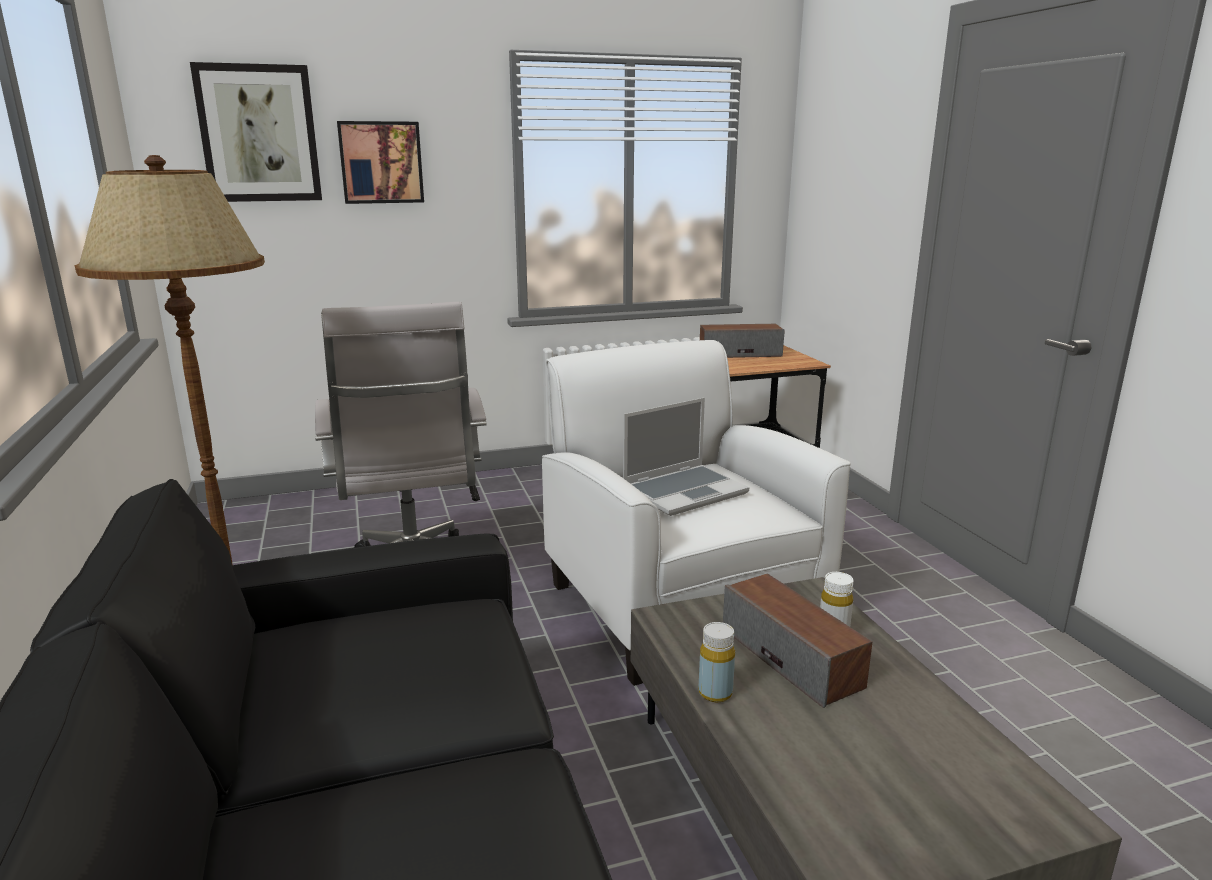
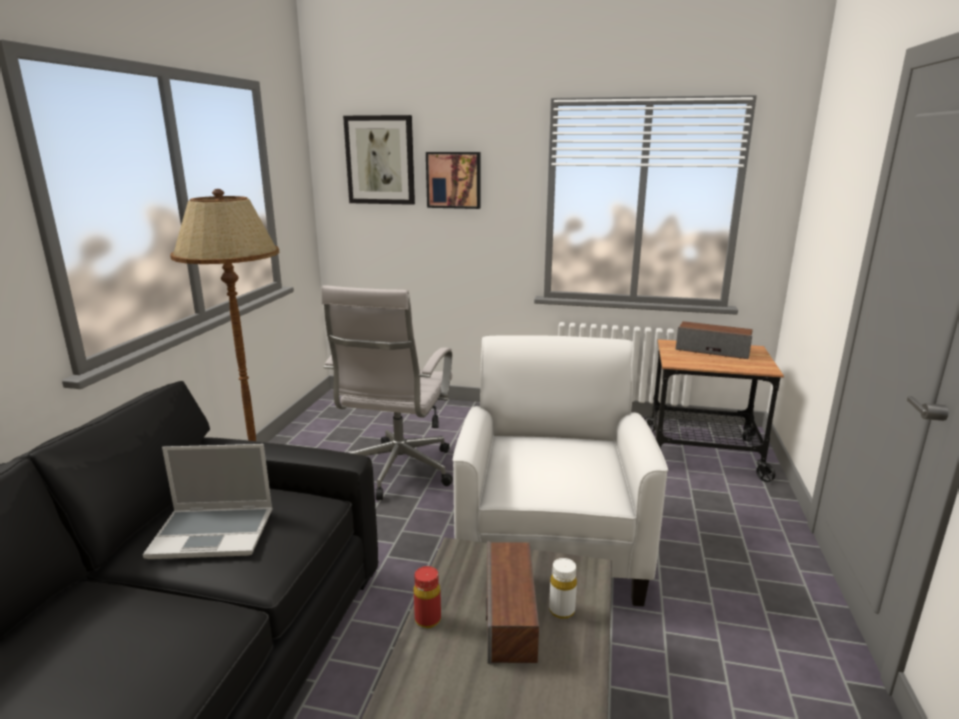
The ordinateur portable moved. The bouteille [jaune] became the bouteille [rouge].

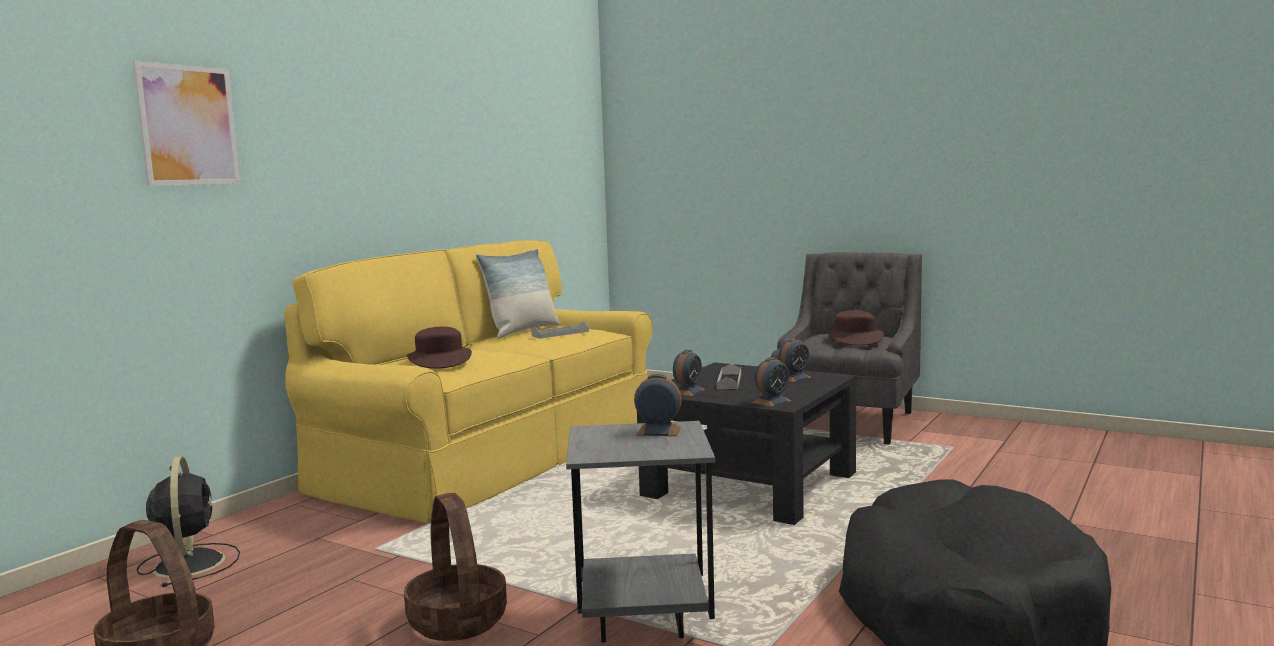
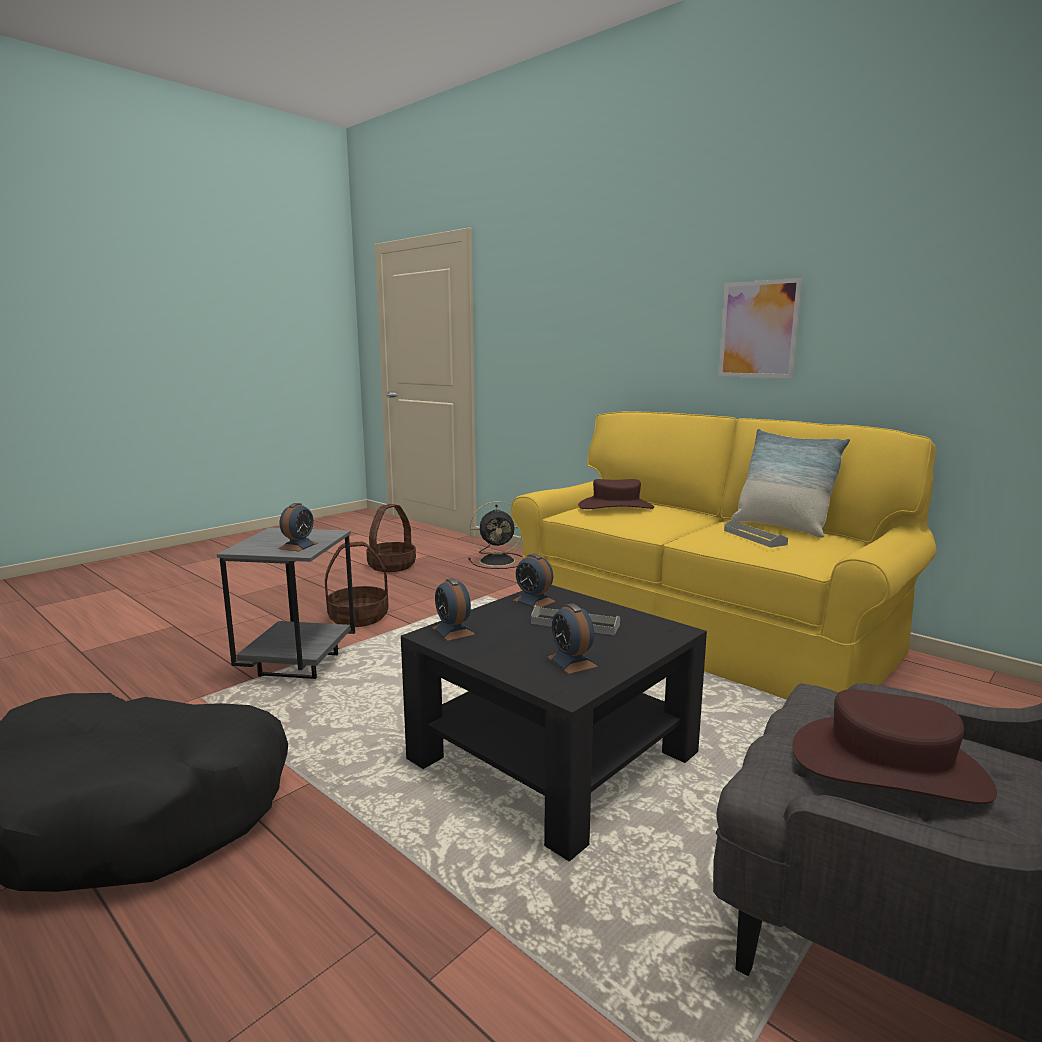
The tableau moved.

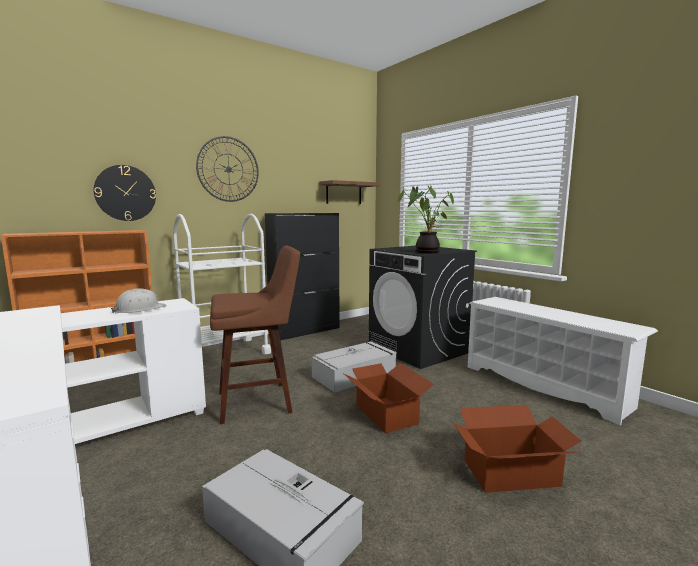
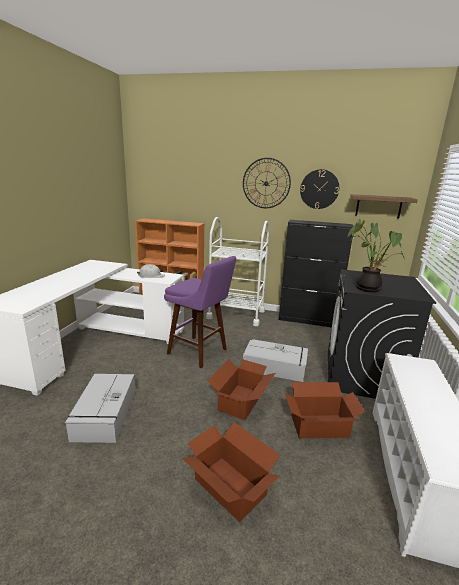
The horloge murale (1st from left in the first image) moved. The tabouret [marron] became the tabouret [violet]. The carton (3rd from left) appeared.

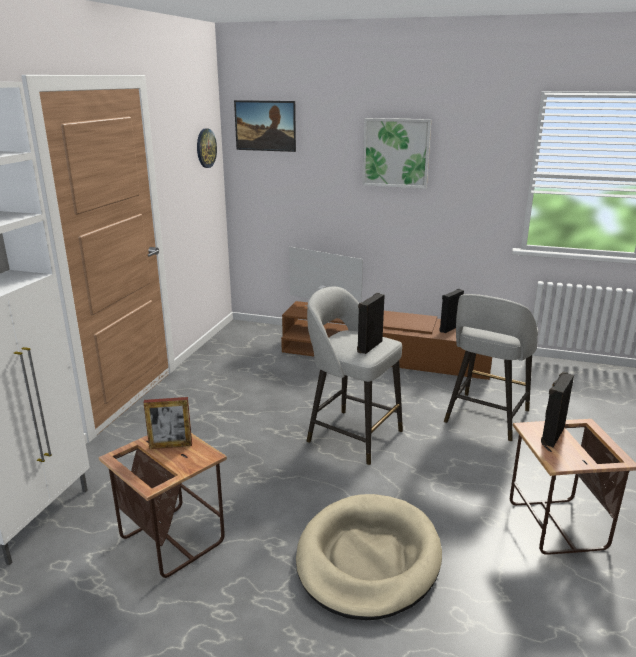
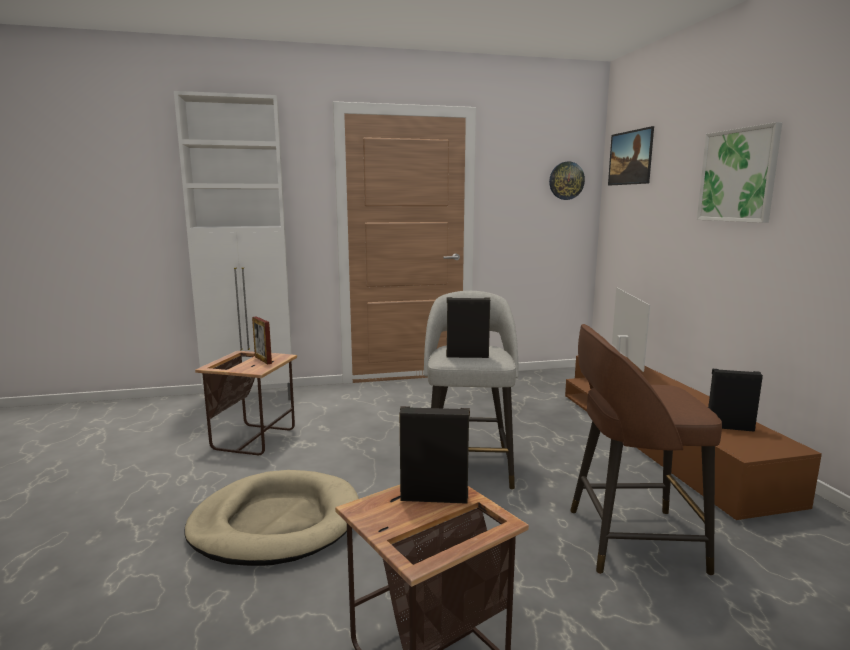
The tabouret [gris] (2nd from left) became the tabouret [marron].

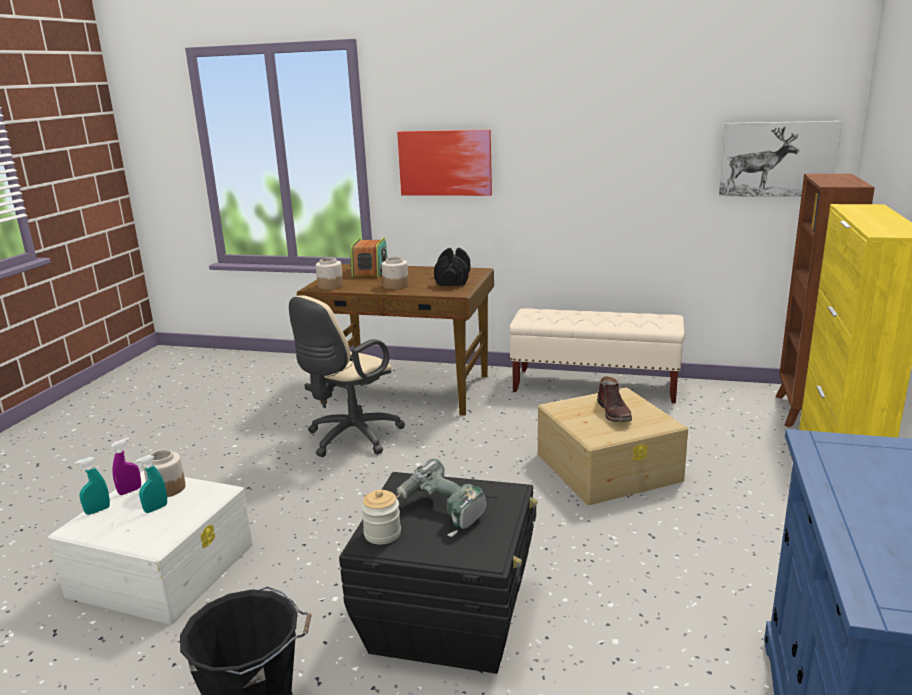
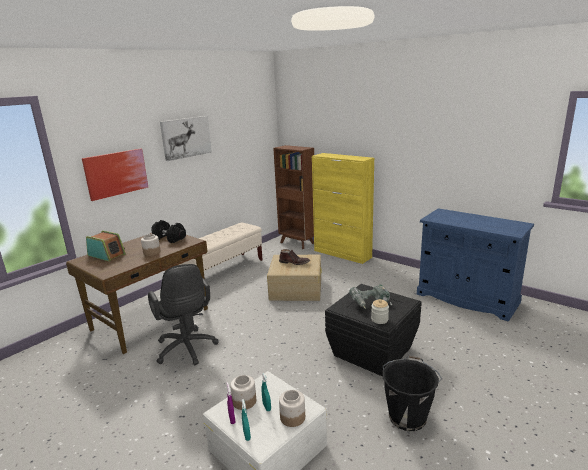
The tableau (2nd from left) moved. The bocal (2nd from left in the first image) moved. The chaise de bureau [beige] became the chaise de bureau [noir].

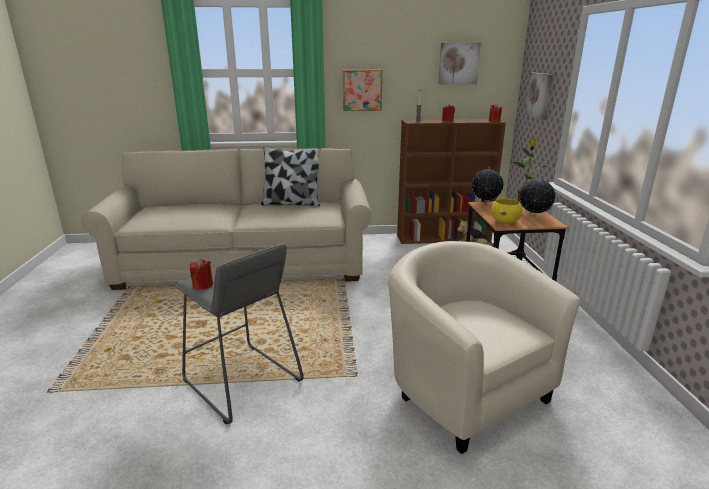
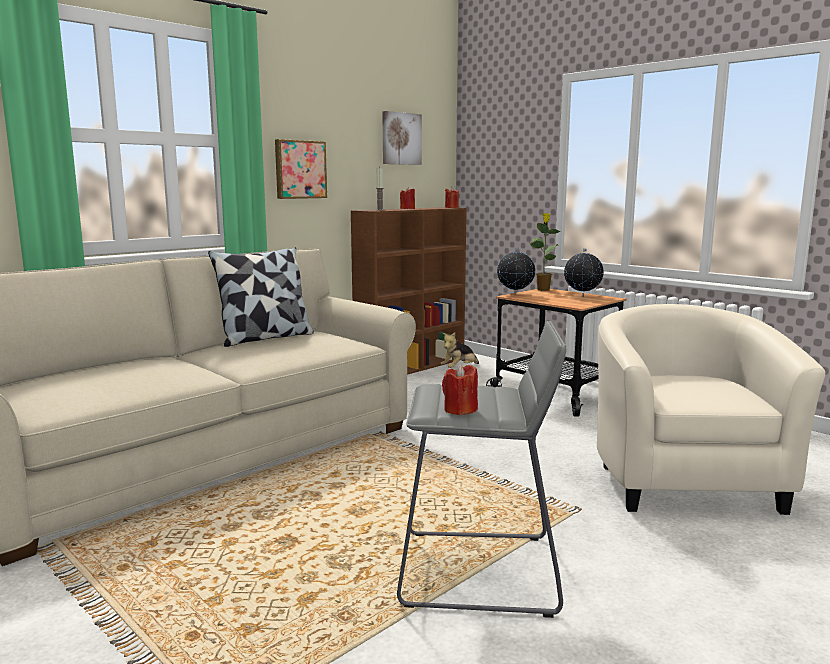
The tableau (3rd from left) disappeared. The bol [jaune] disappeared. The fauteuil [beige] turned 75 degrees clockwise.

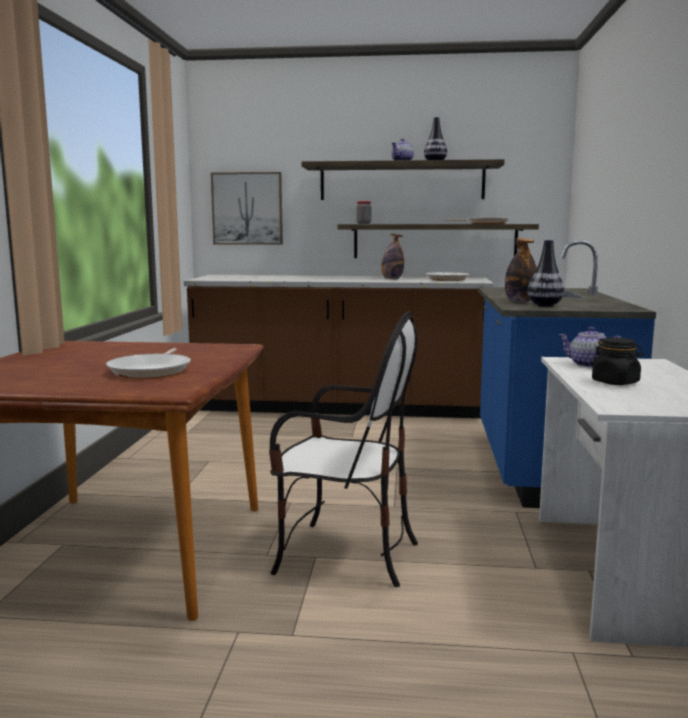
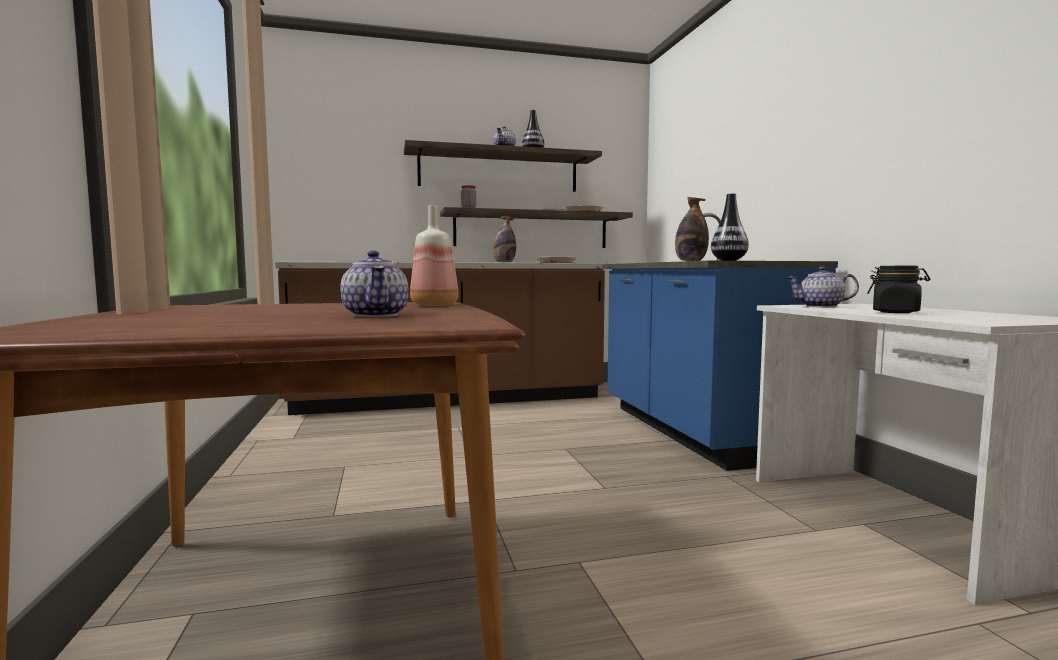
The tableau disappeared. The chaise disappeared. The poêle (1st from left) was replaced by the théière (1st from left). The bouteille (1st from left) appeared.

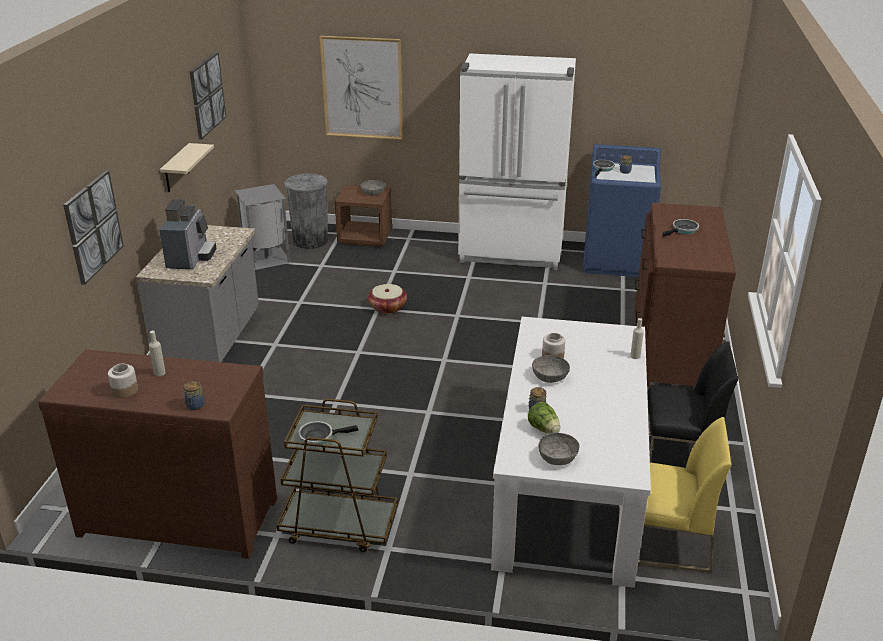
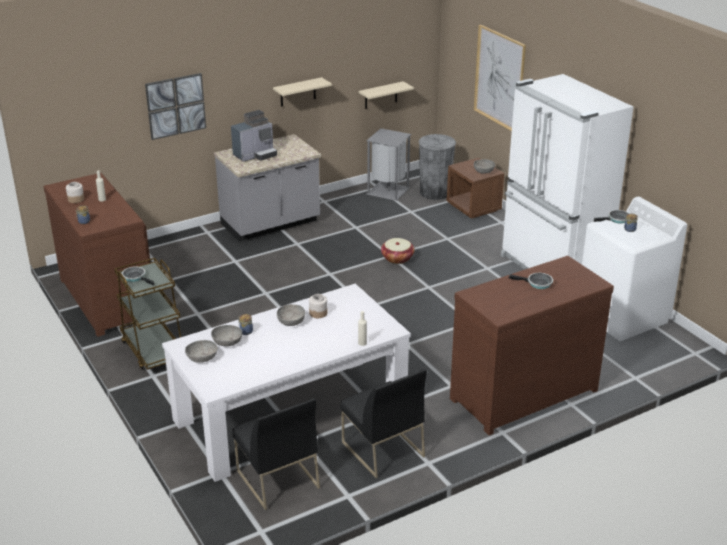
The tableau (2nd from left) disappeared. The lave-linge [bleu] became the lave-linge [blanc]. The laitue was replaced by the bol [gris] (2nd from left). The chaise [jaune] became the chaise [noir] (1st from left). The étagère [beige] (2nd from left) appeared.

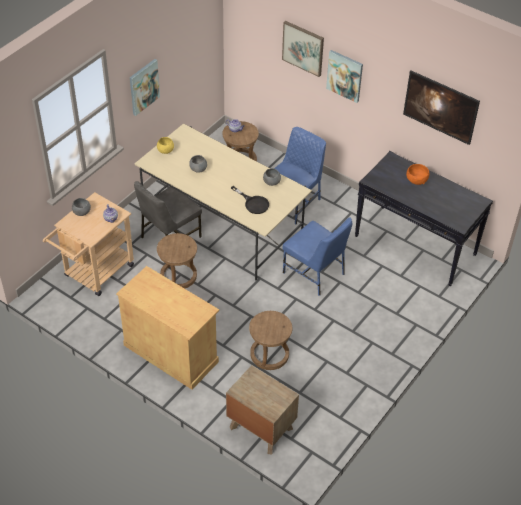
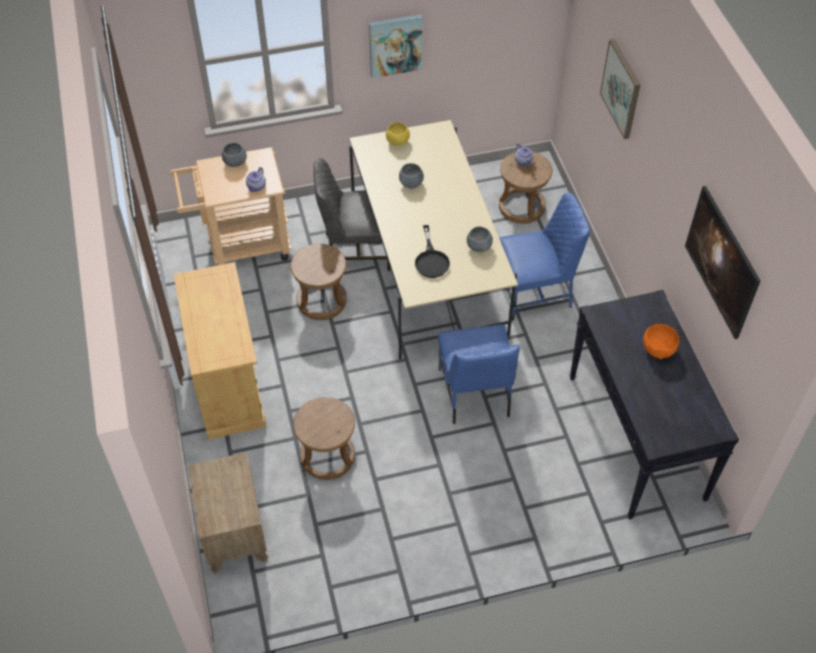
The tableau (3rd from left) disappeared.

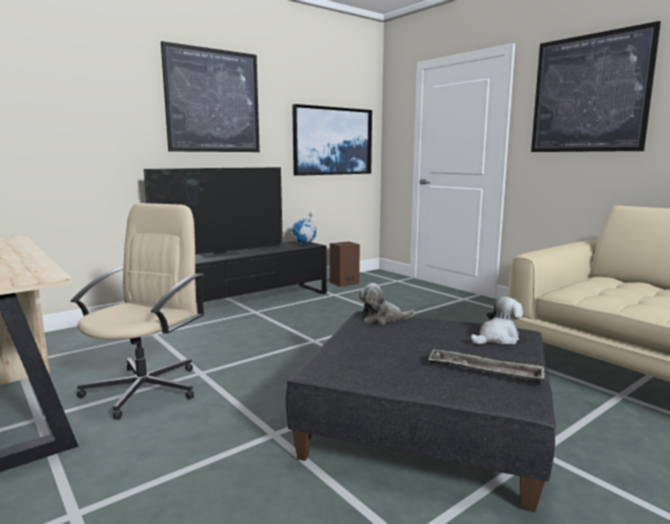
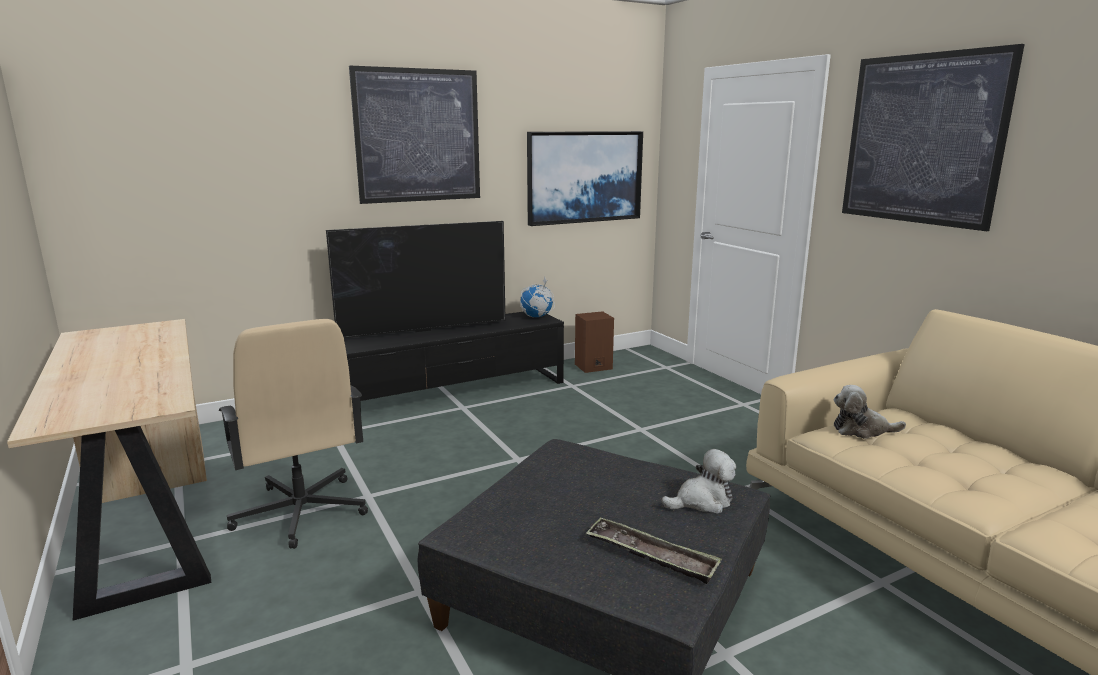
The chaise de bureau [beige] turned 120 degrees clockwise. The peluche (1st from left in the first image) moved.

